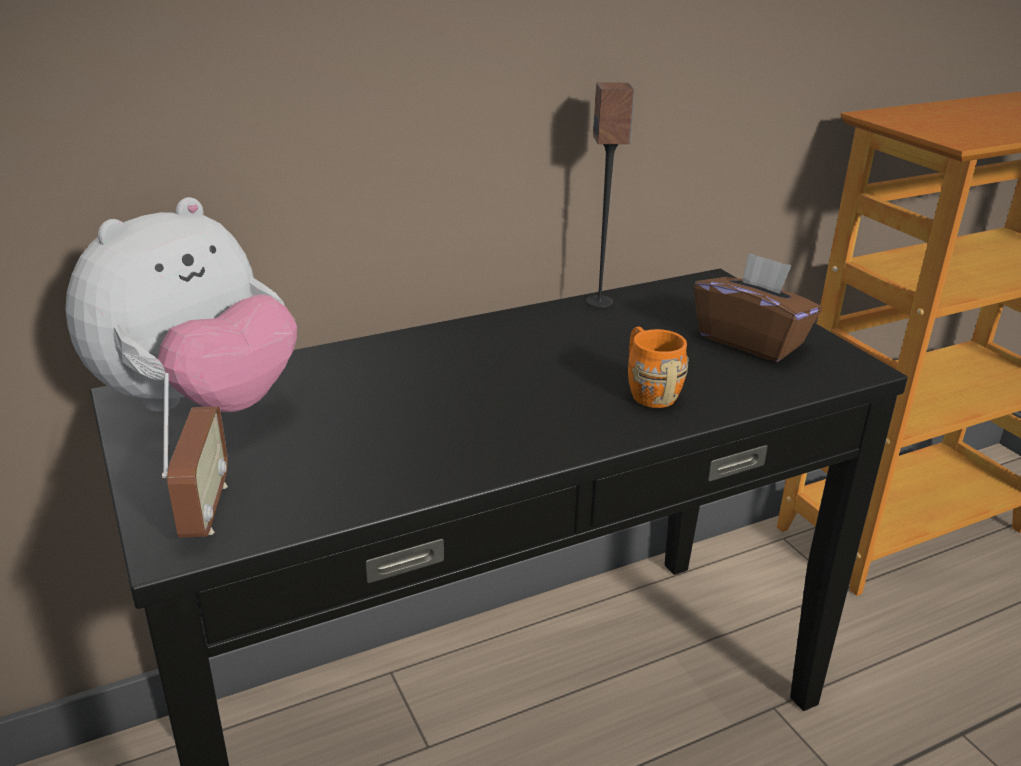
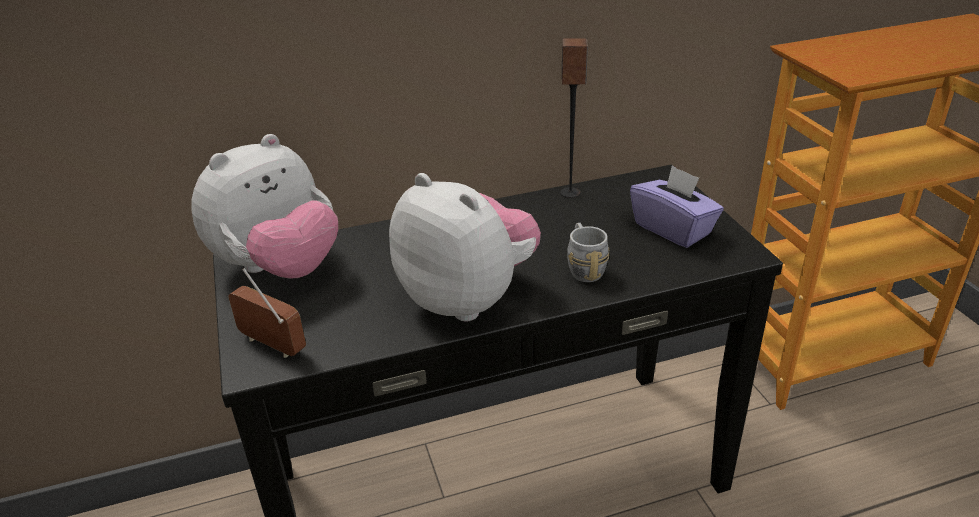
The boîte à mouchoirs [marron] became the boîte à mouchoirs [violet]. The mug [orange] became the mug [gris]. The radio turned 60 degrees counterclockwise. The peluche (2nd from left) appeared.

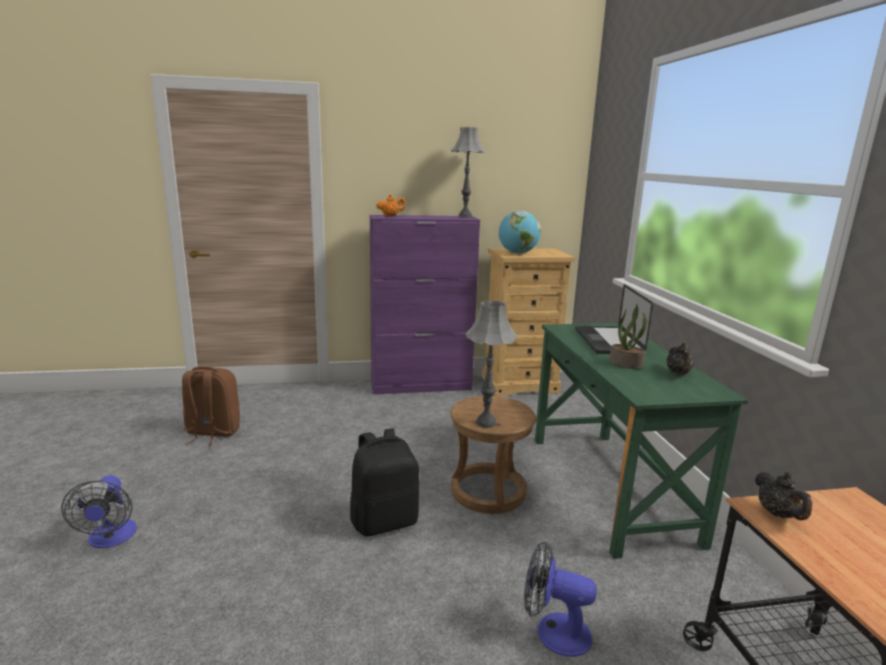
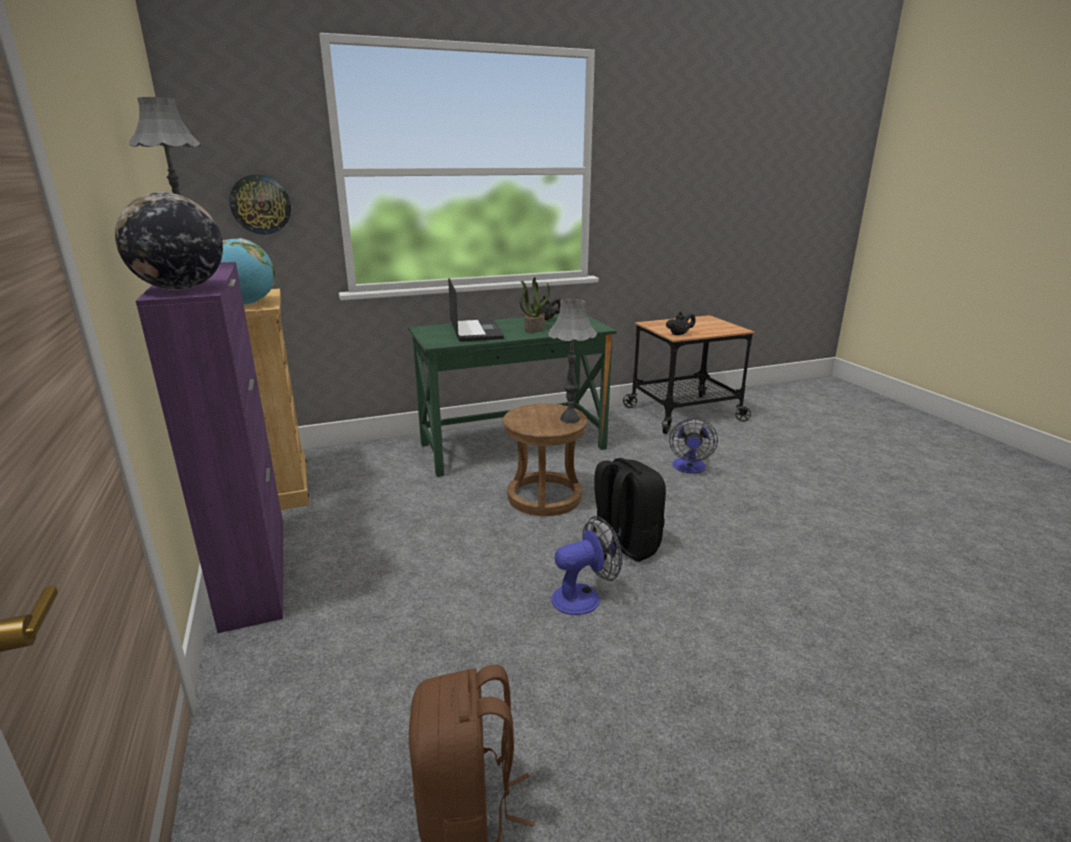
The théière [orange] was replaced by the globe (1st from left). The ordinateur portable turned 90 degrees counterclockwise. The ventilateur (1st from left) moved. The horloge murale appeared.

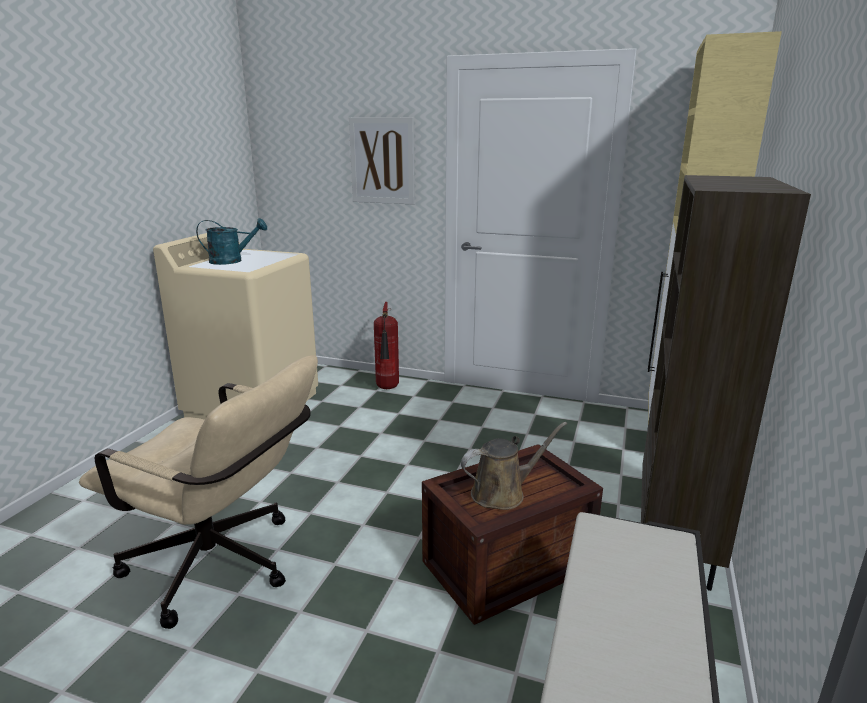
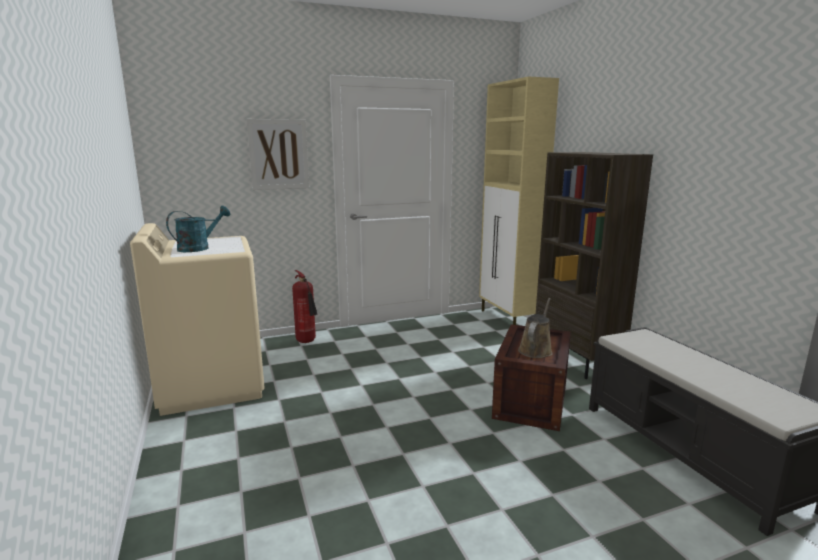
The chaise de bureau [beige] disappeared.

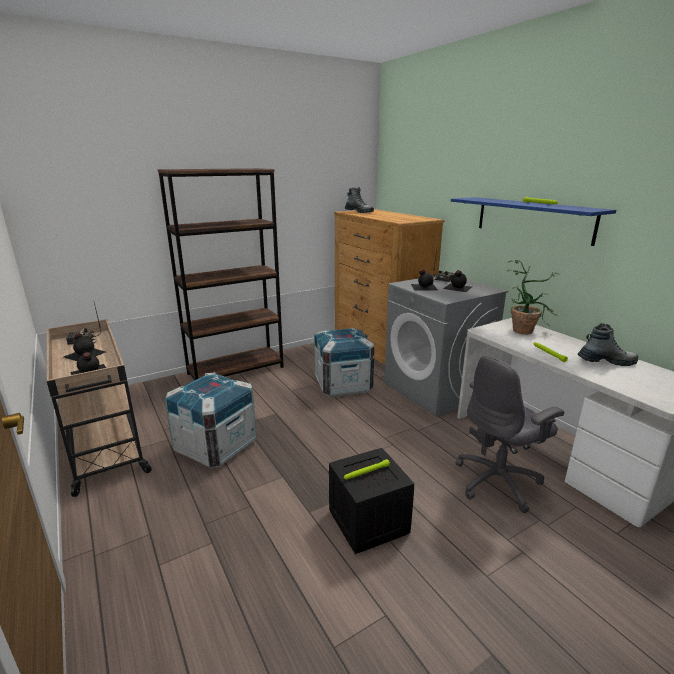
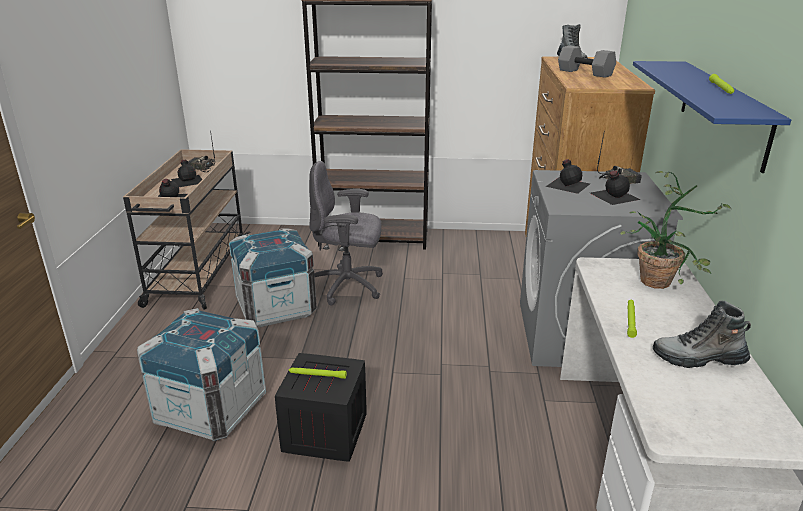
The botte (2nd from left) turned 150 degrees clockwise. The caisse (2nd from left in the first image) moved. The chaise de bureau [gris] moved. The haltère [gris] appeared.

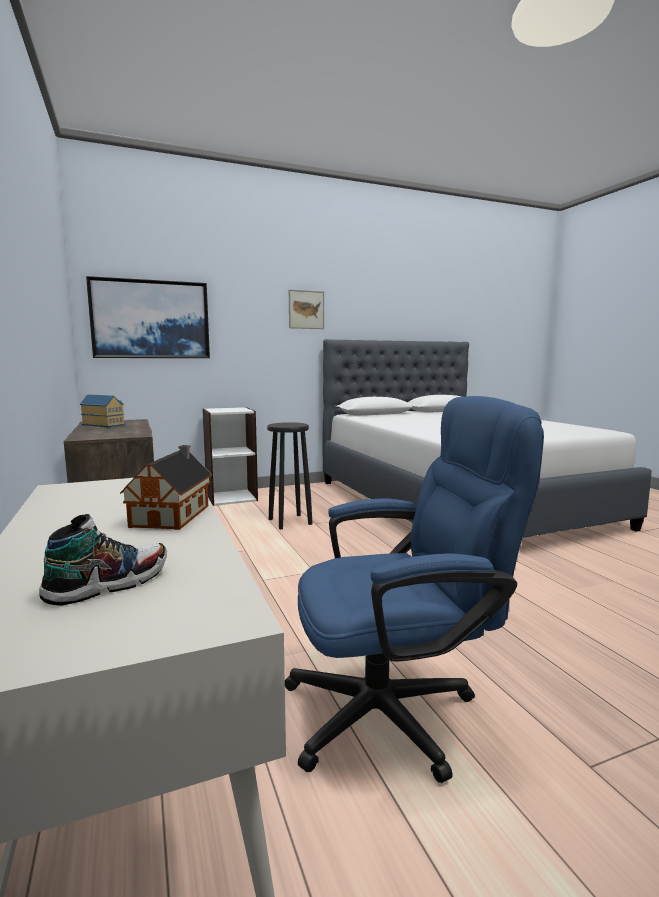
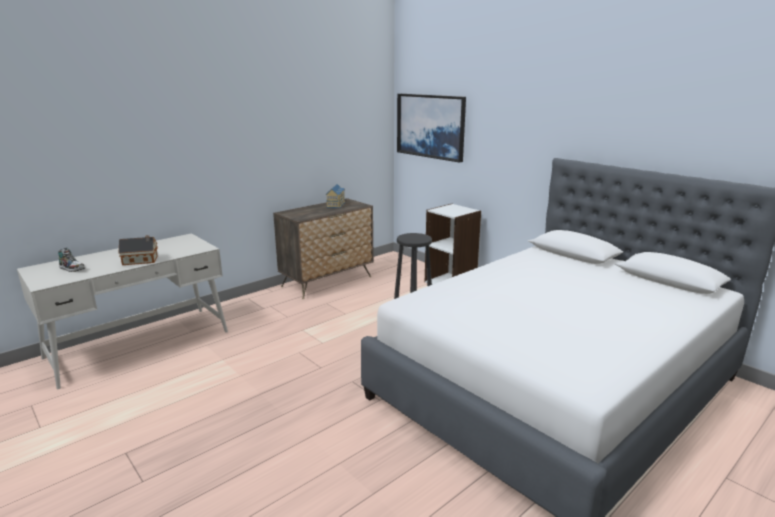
The tableau (2nd from left) disappeared. The chaise de bureau [bleu] disappeared.

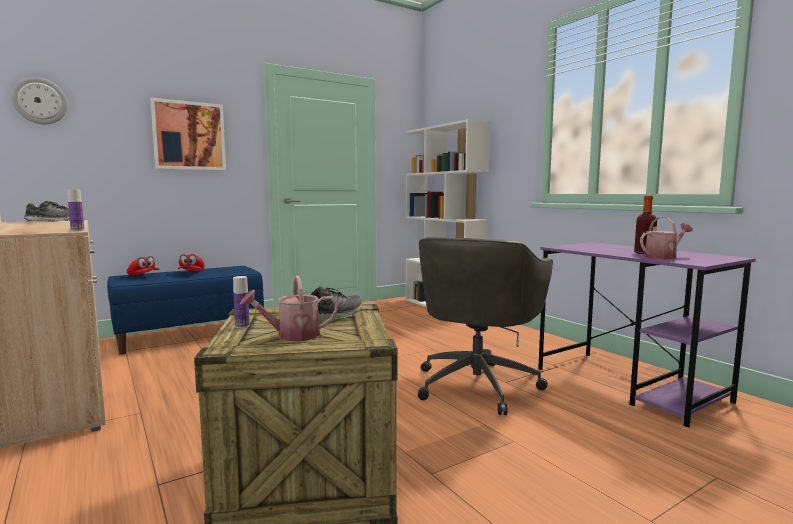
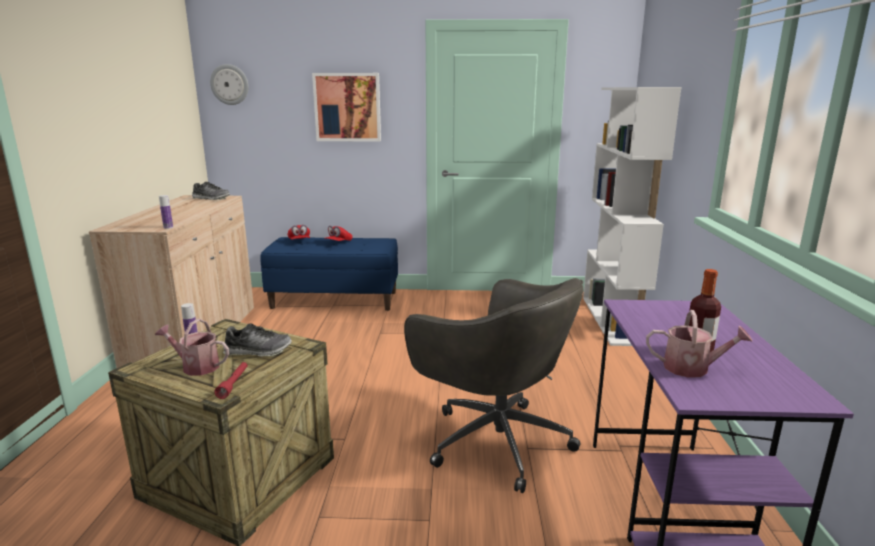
The chaise de bureau [gris] turned 105 degrees counterclockwise. The lampe de poche [rouge] appeared.

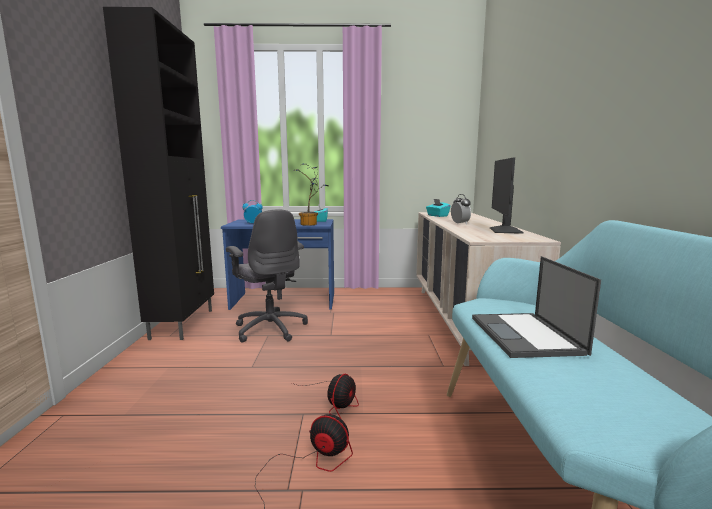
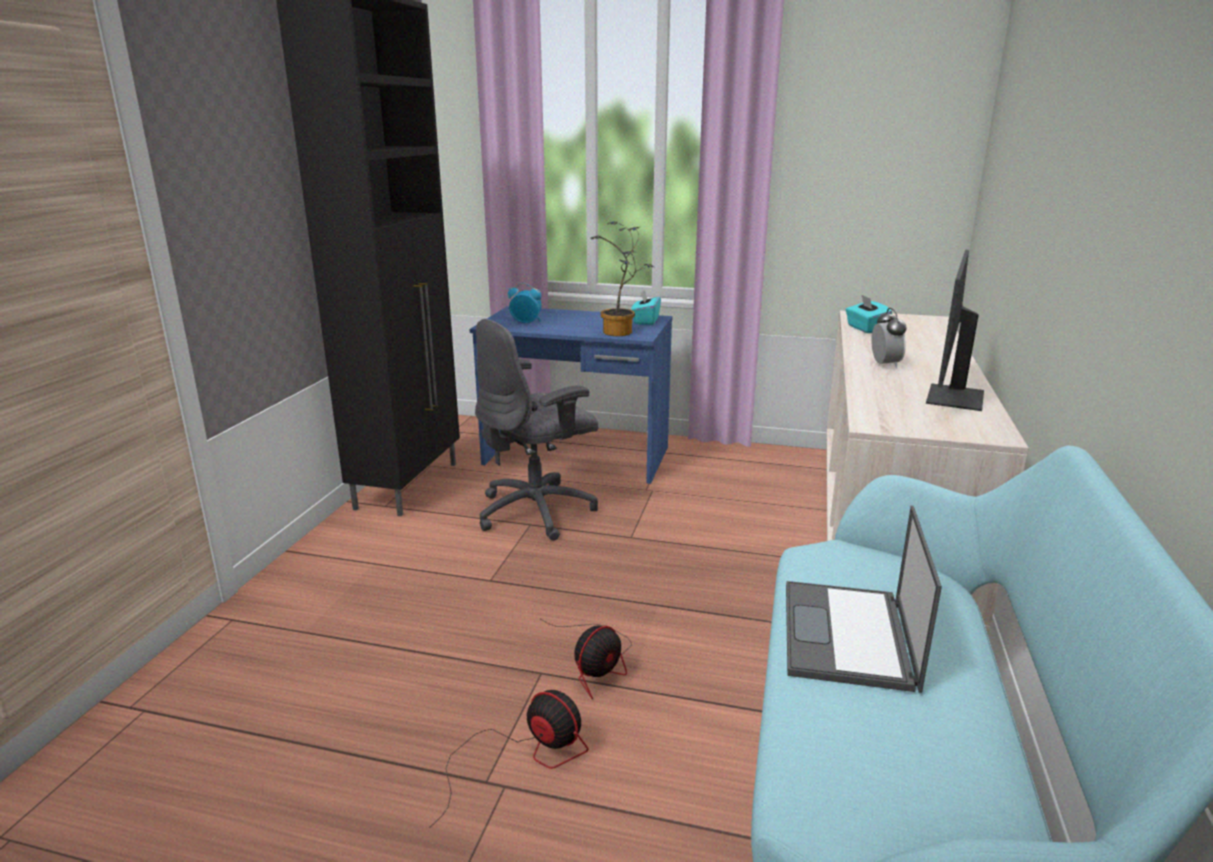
The chaise de bureau [gris] turned 75 degrees clockwise.

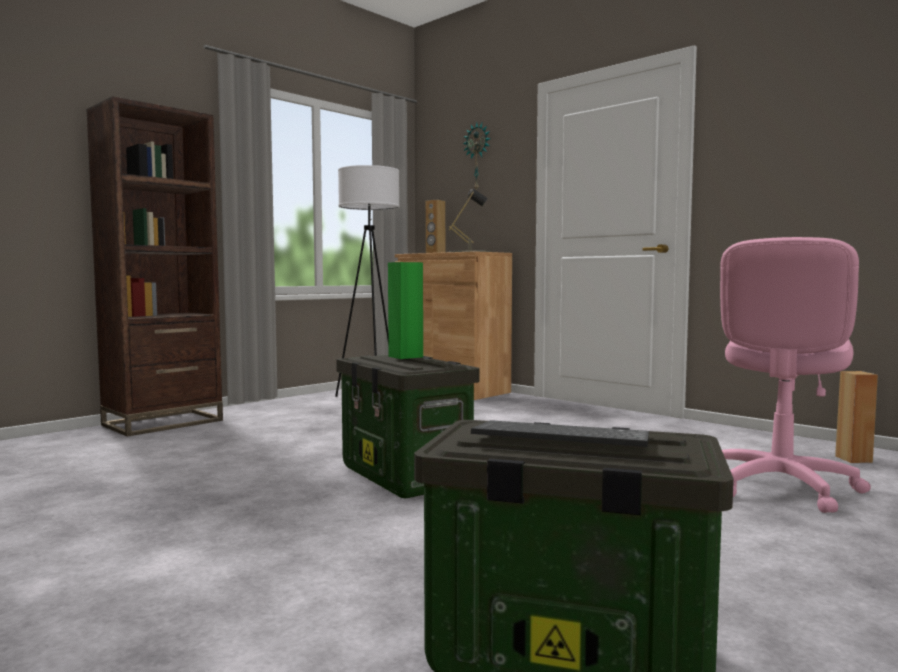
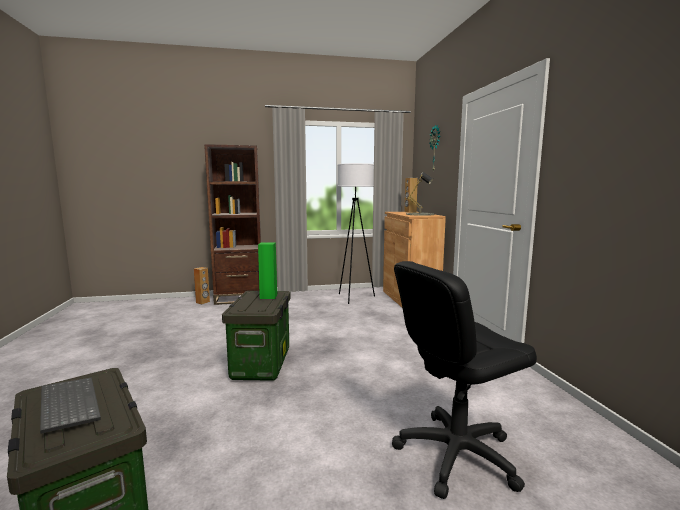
The chaise de bureau [rose] became the chaise de bureau [noir]. The enceinte [marron] (2nd from left in the first image) moved.

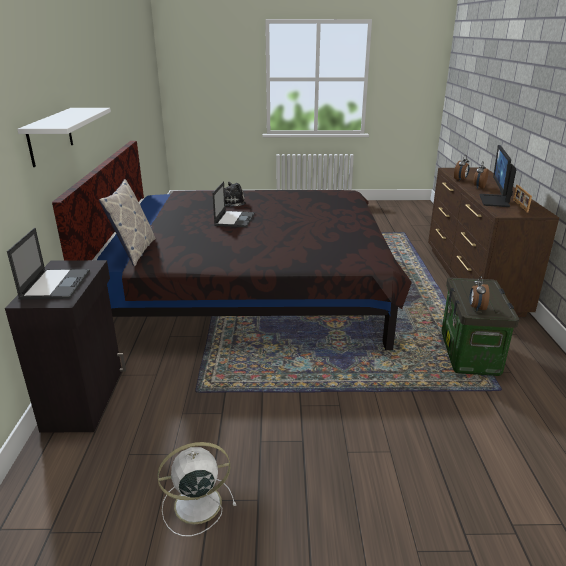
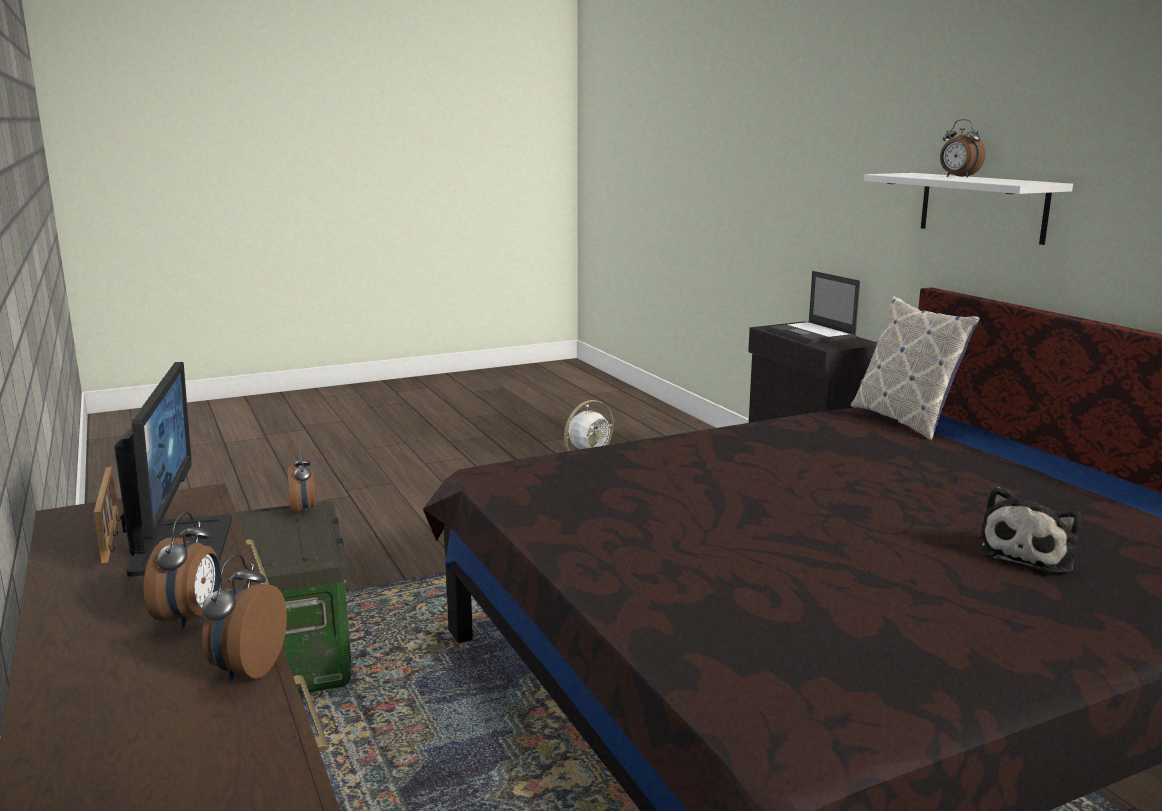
The ordinateur portable (2nd from left) disappeared. The réveil (4th from left) appeared.

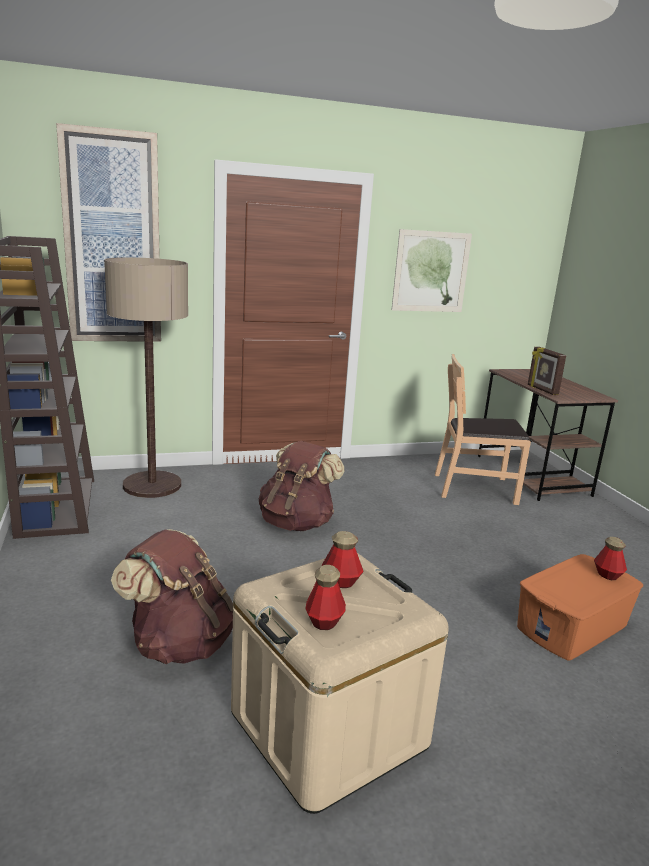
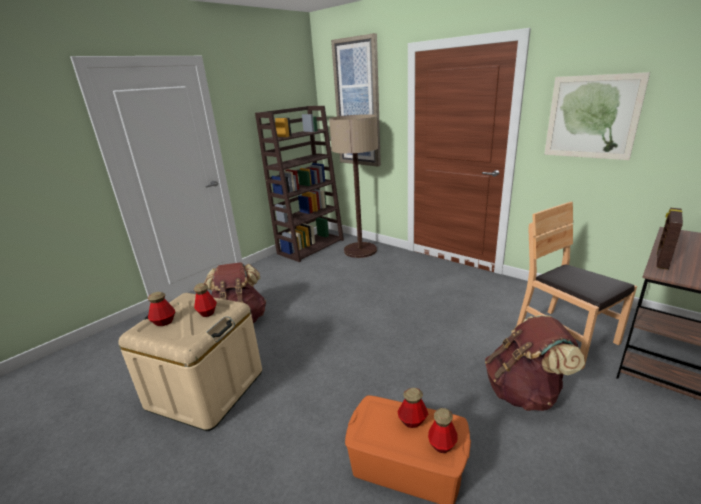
The sac à dos [marron] (2nd from left) moved. The bouteille (3rd from left) appeared.

